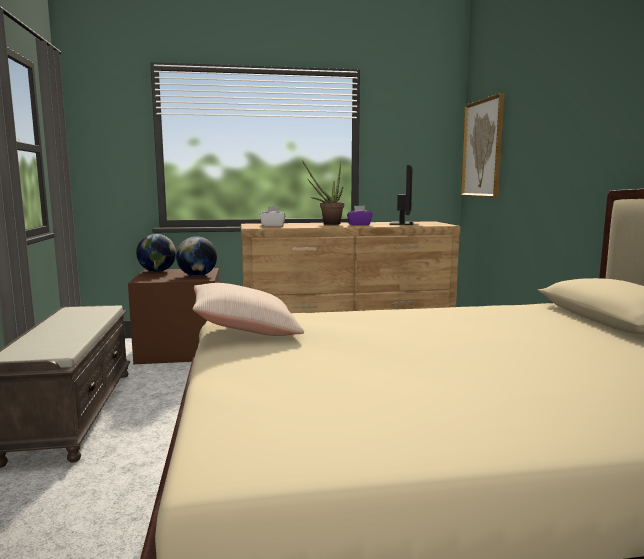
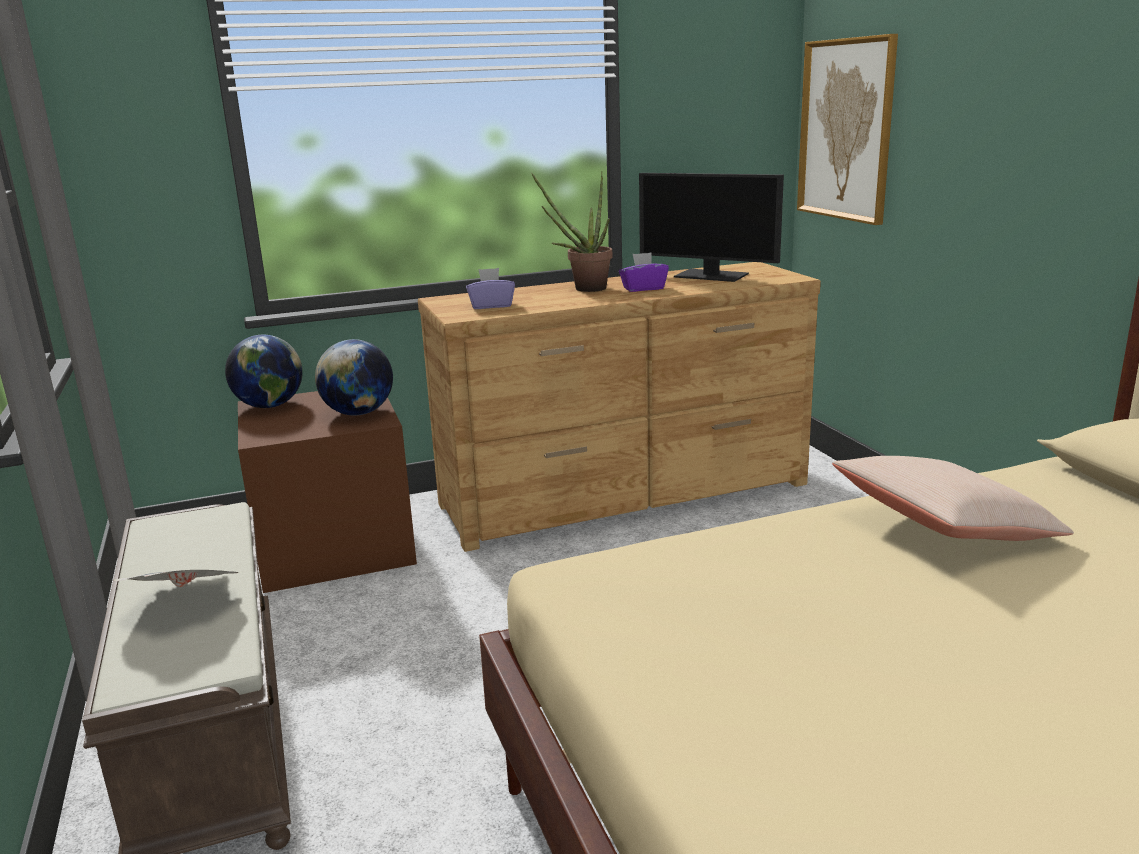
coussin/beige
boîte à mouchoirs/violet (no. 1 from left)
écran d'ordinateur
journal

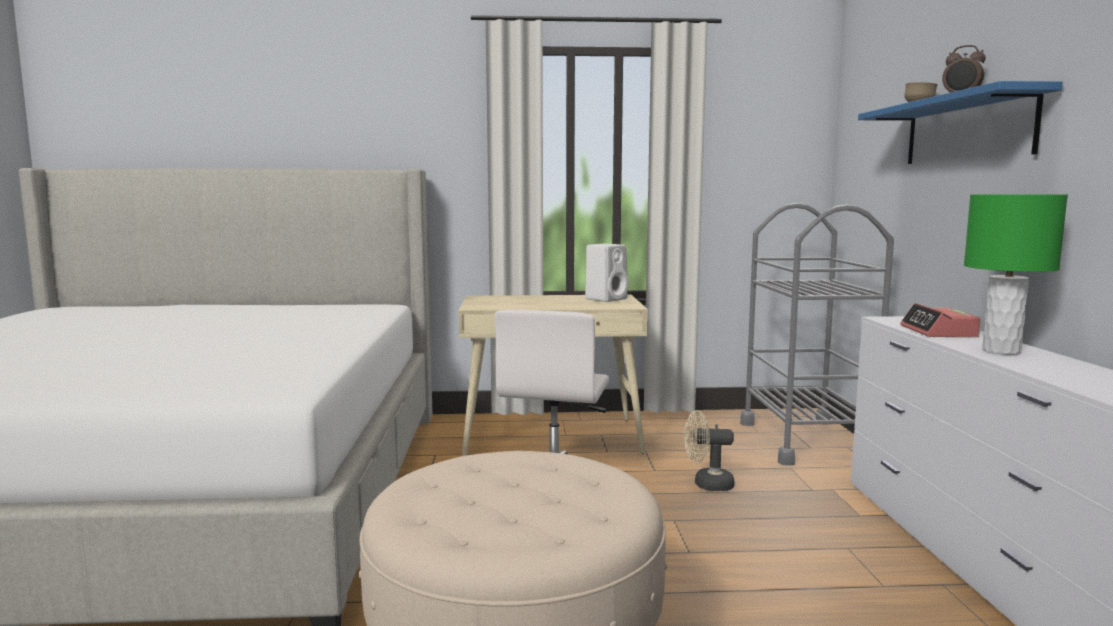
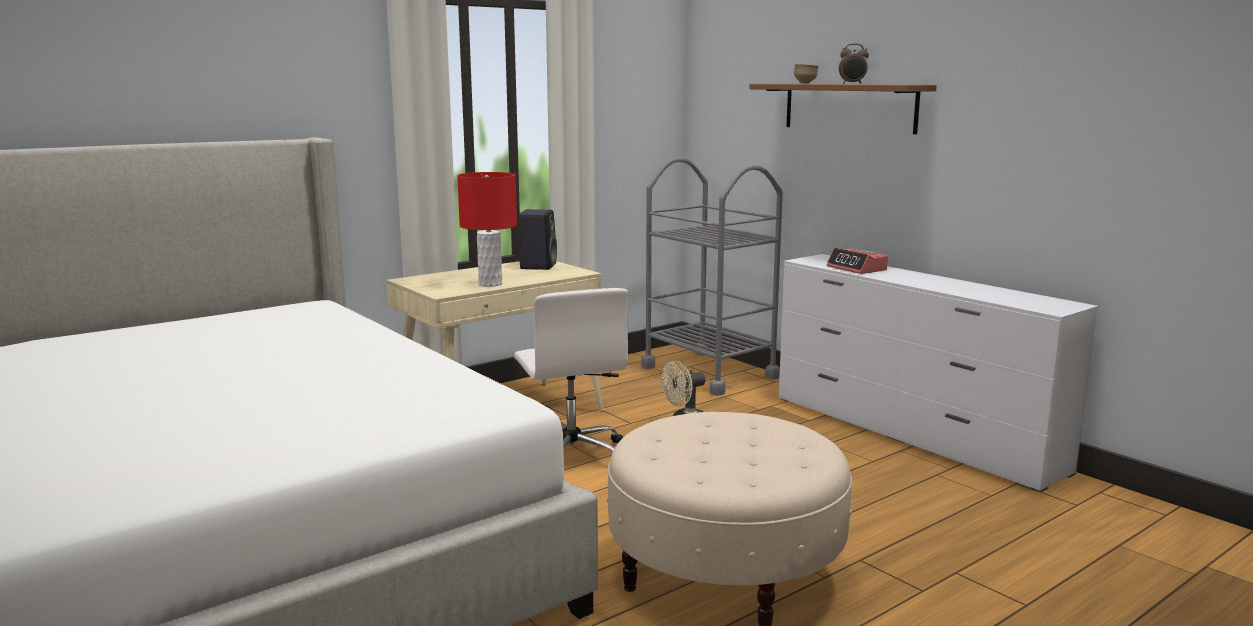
enceinte/noir
étagère/marron
lampe de table/vert
lampe de table/rouge

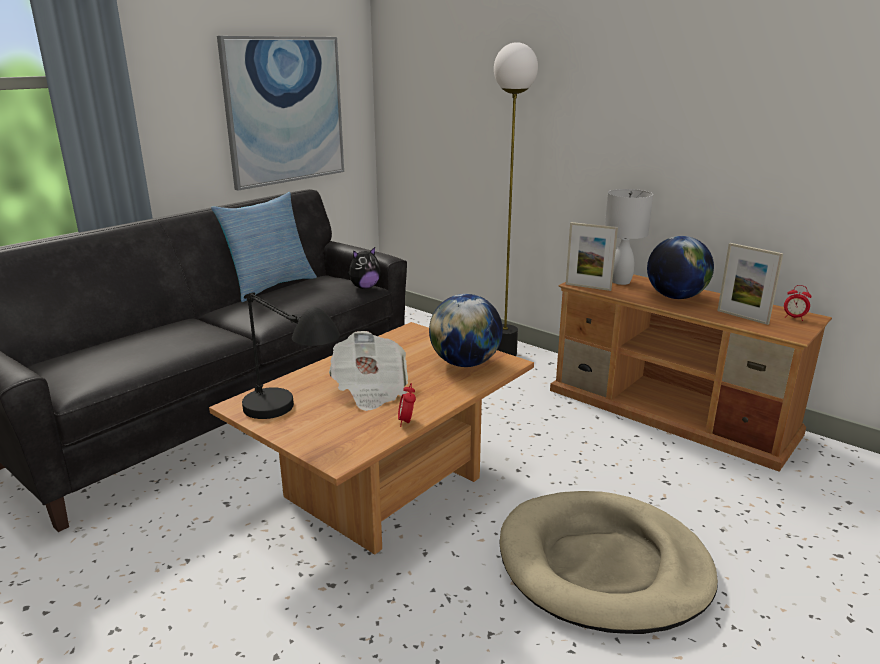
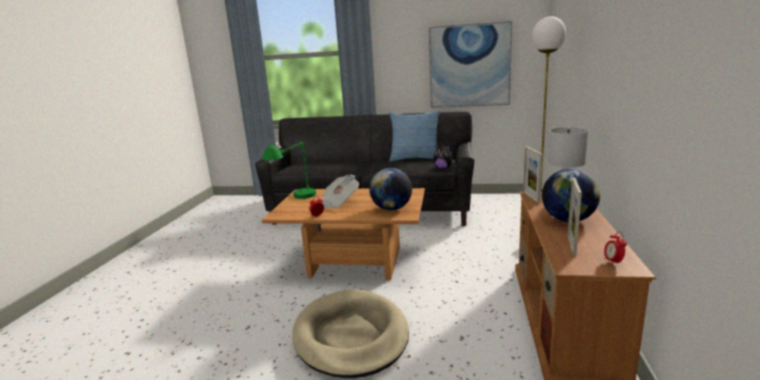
lampe de table/vert

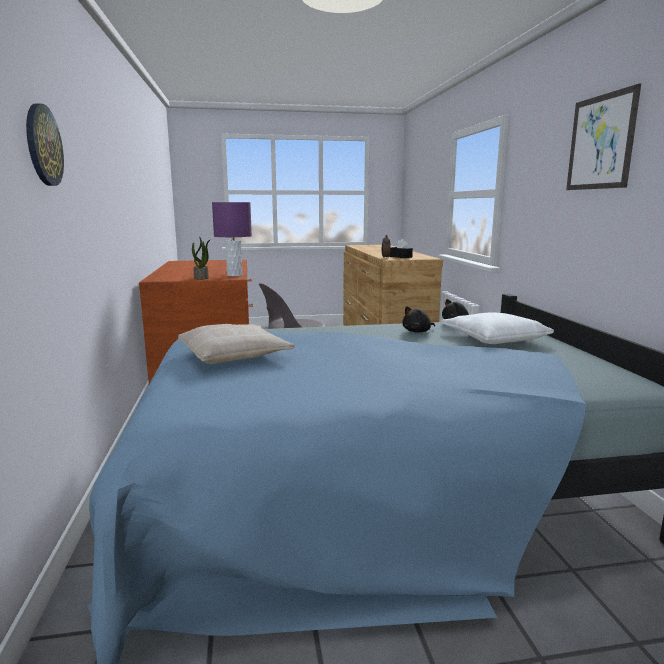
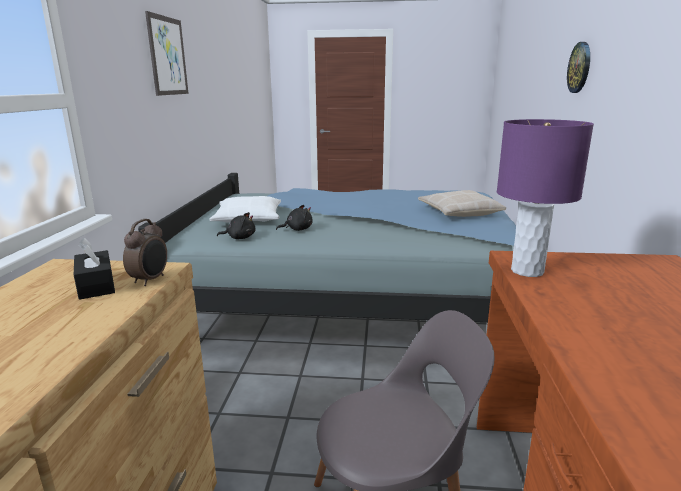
plante en pot

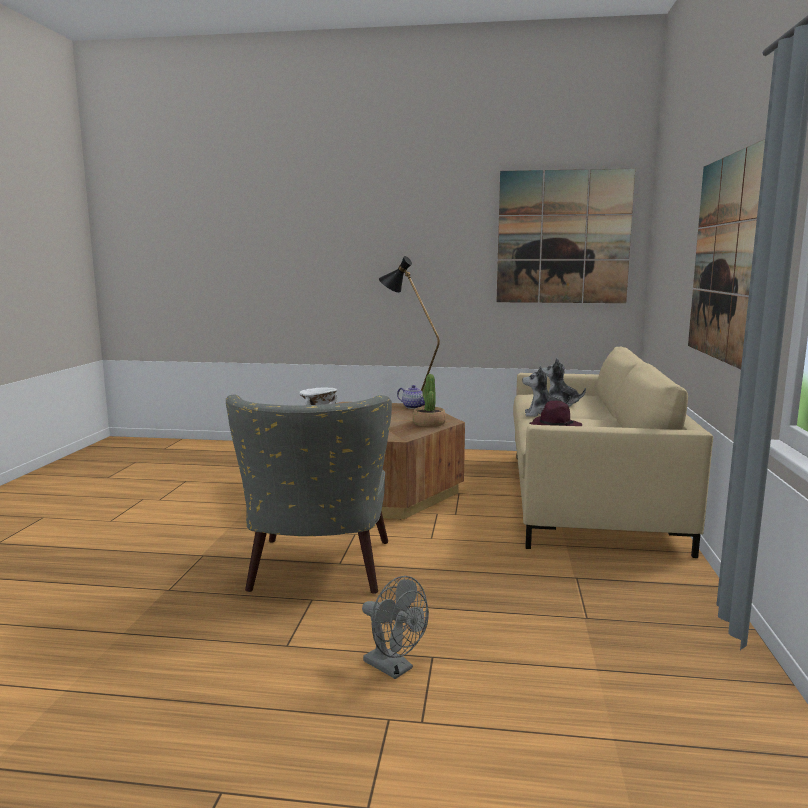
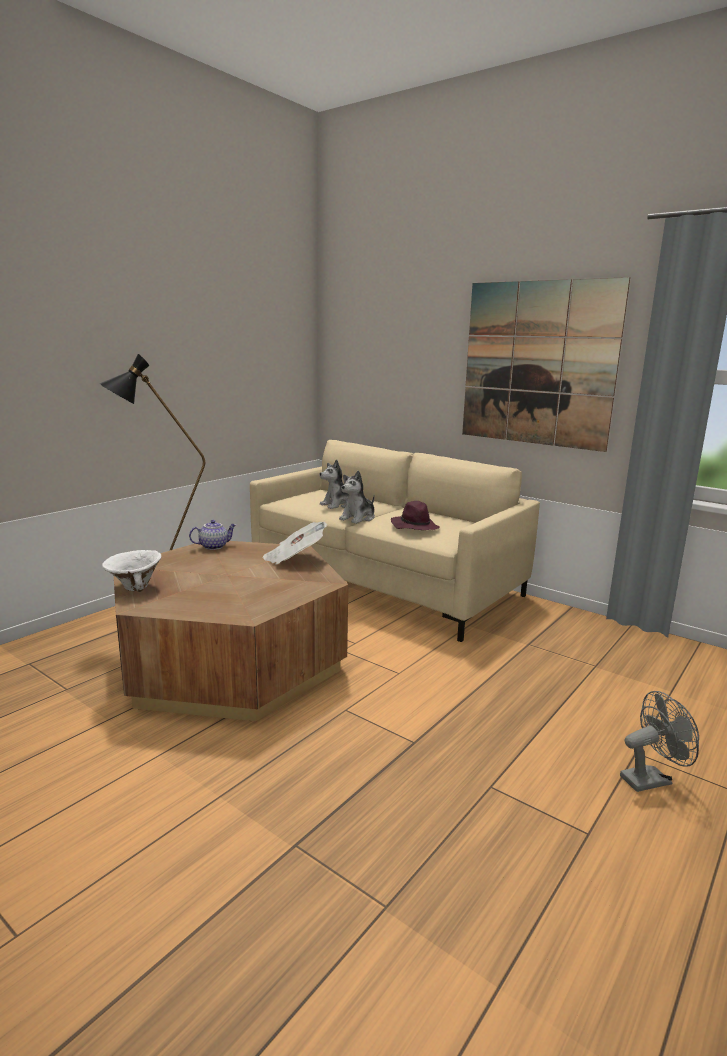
fauteuil/gris
journal
tableau (no. 1 from left in the first image)

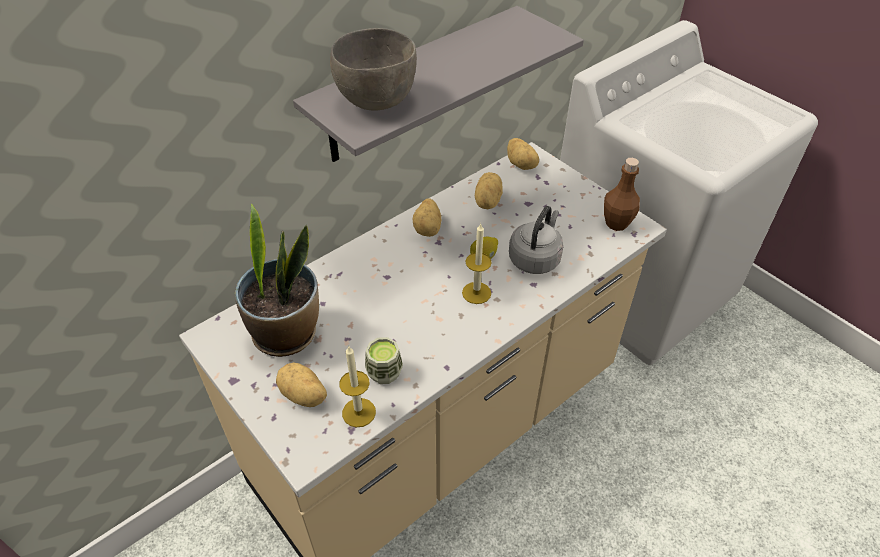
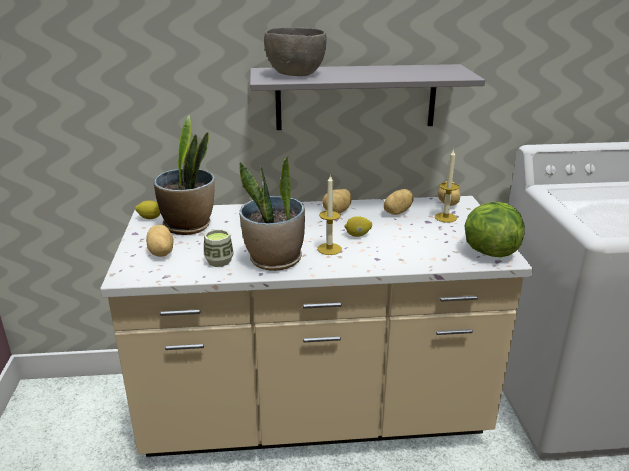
bougie (no. 2 from left)
bouilloire/gris
laitue
citron (no. 1 from left)
plante en pot (no. 2 from left)

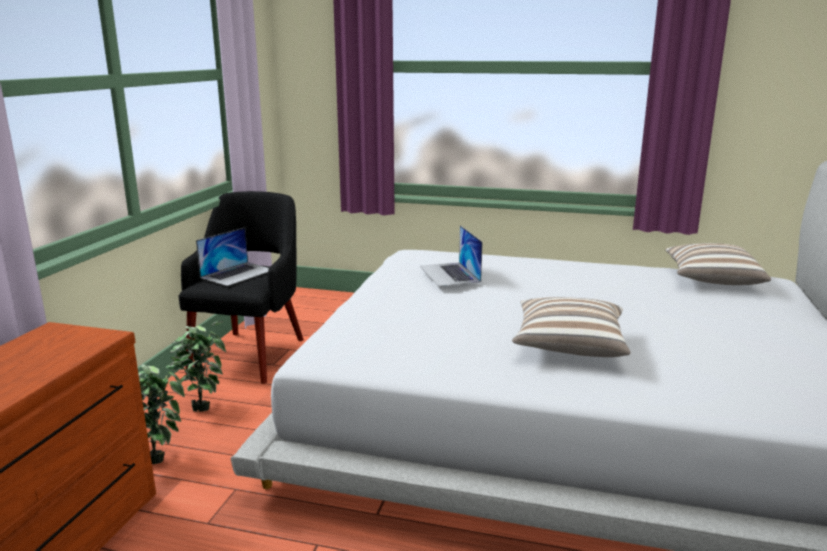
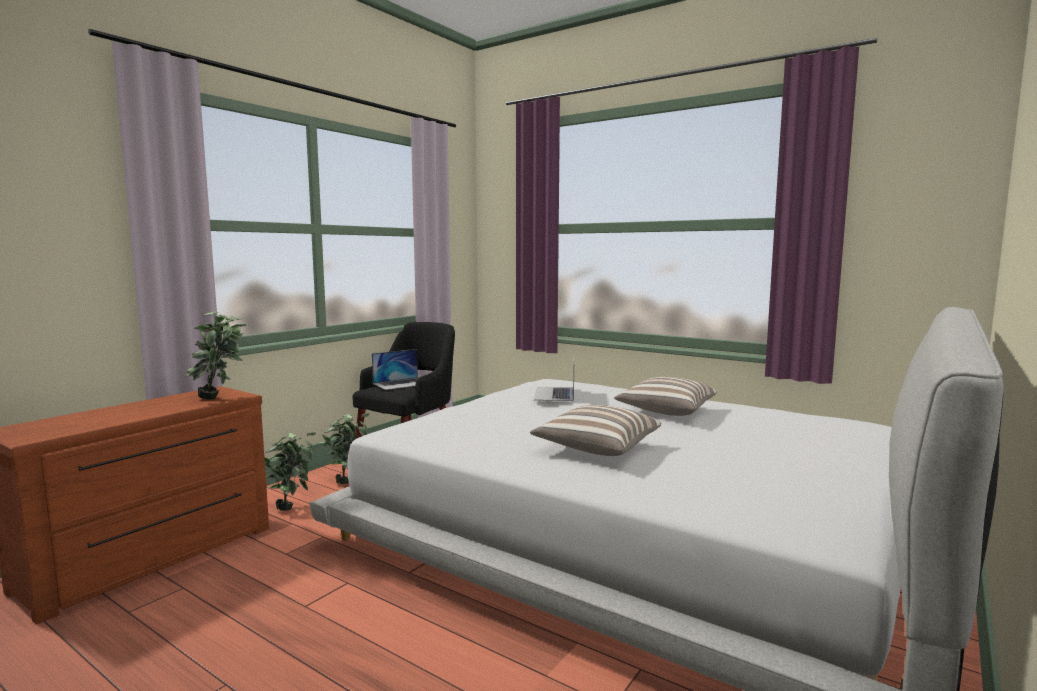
coussin (no. 2 from left)
plante en pot (no. 1 from left)

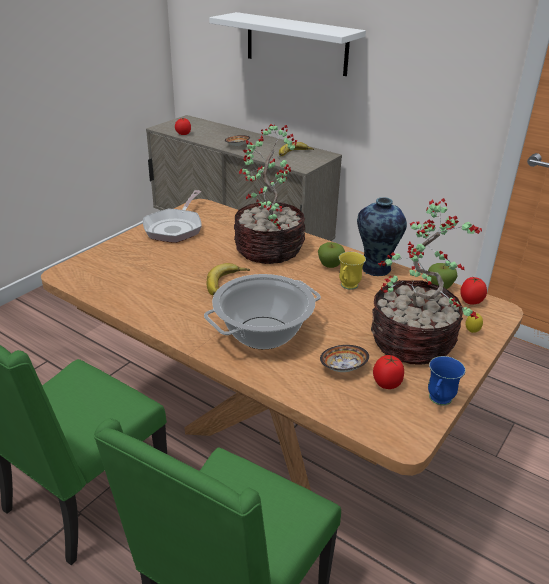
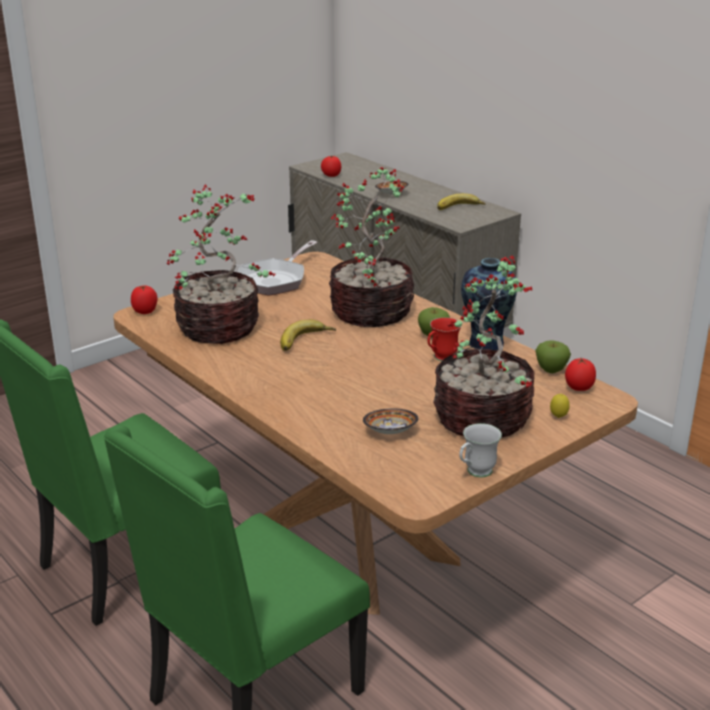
marmite
étagère/blanc
mug/rouge
tomate (no. 1 from left)
mug/blanc
plante en pot (no. 1 from left)

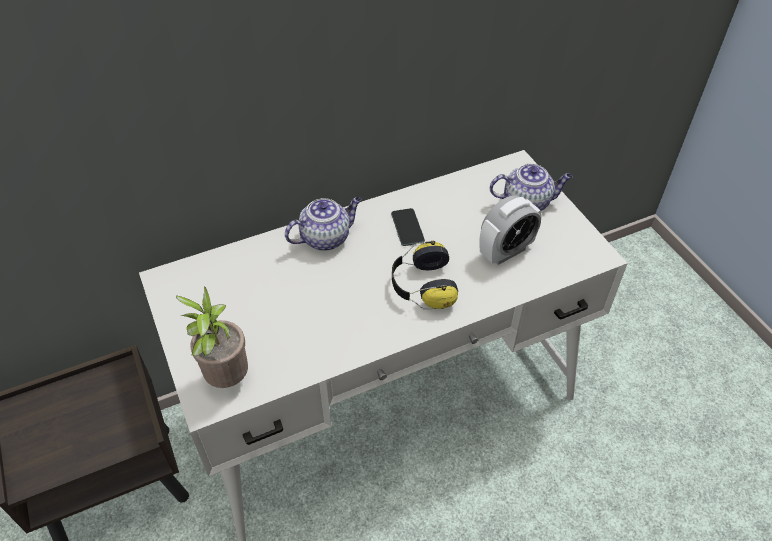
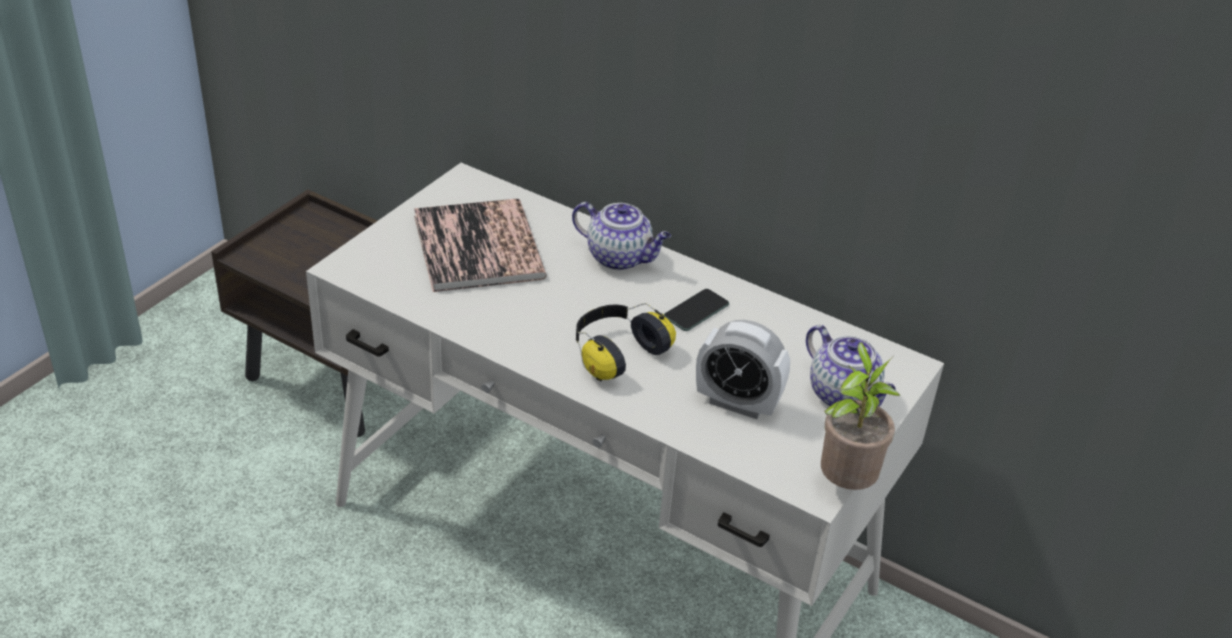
plante en pot
livre

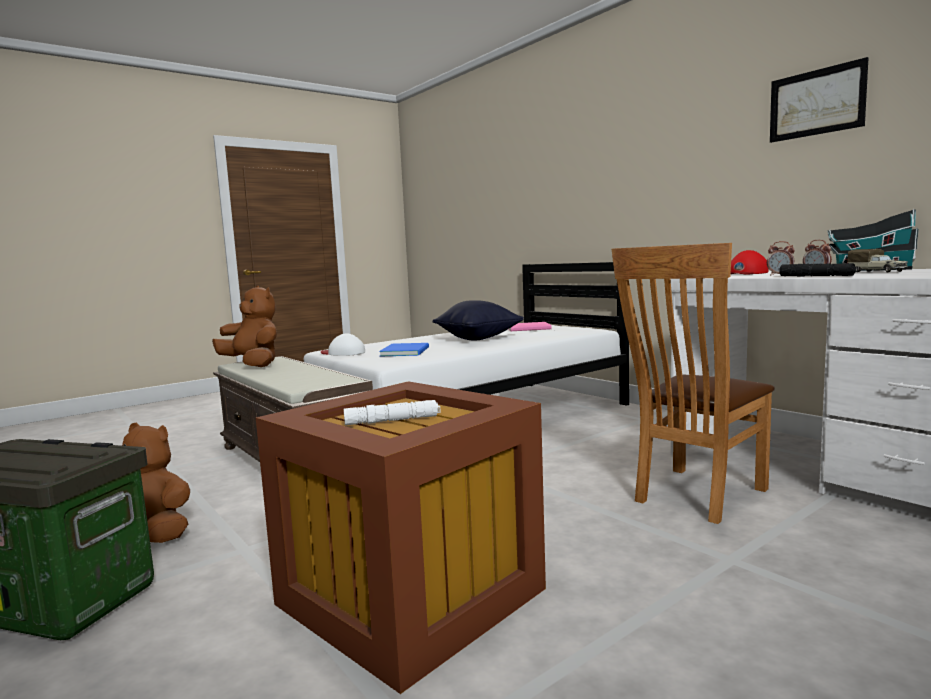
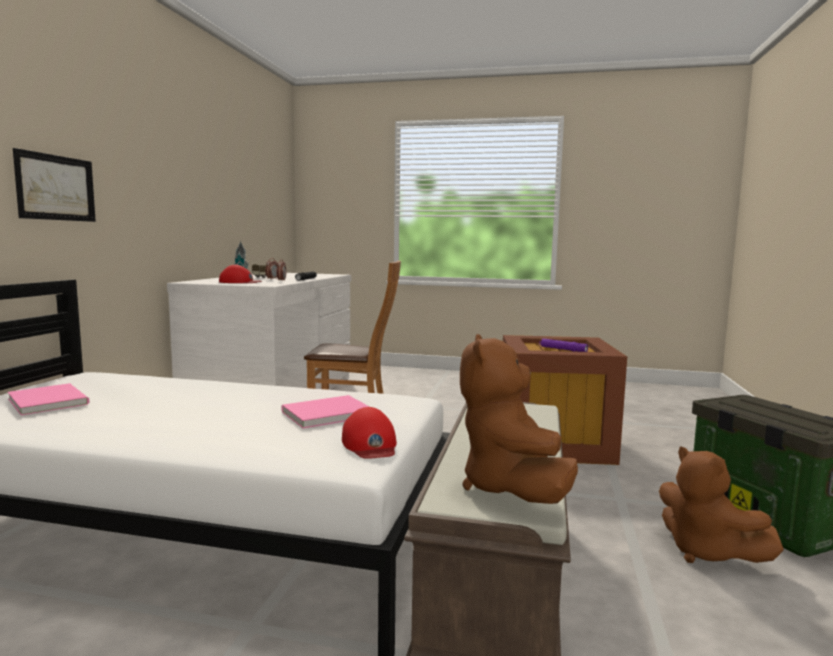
casquette/rouge (no. 2 from left)
lampe de poche/violet
livre/rose (no. 2 from left)
coussin/noir
tableau

